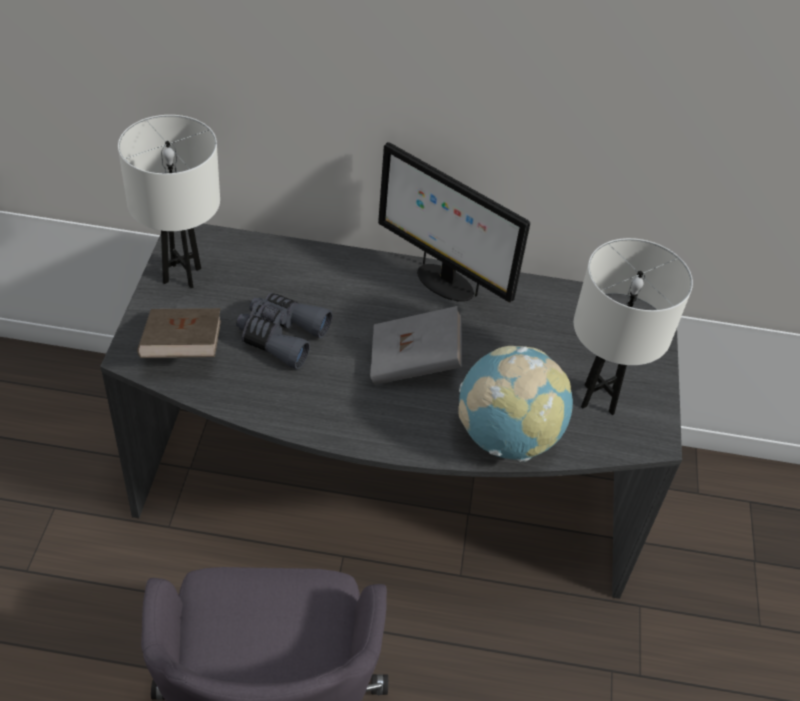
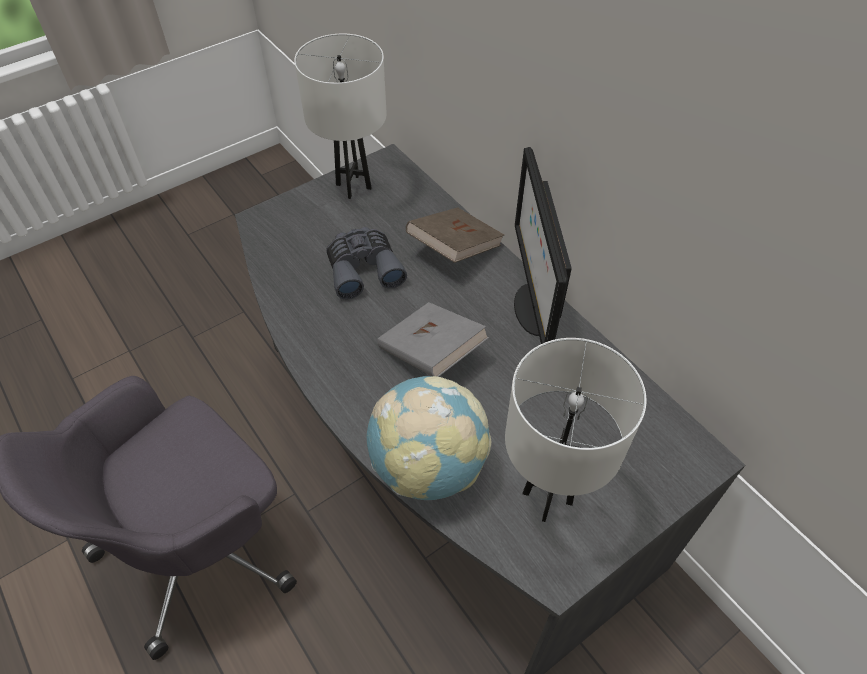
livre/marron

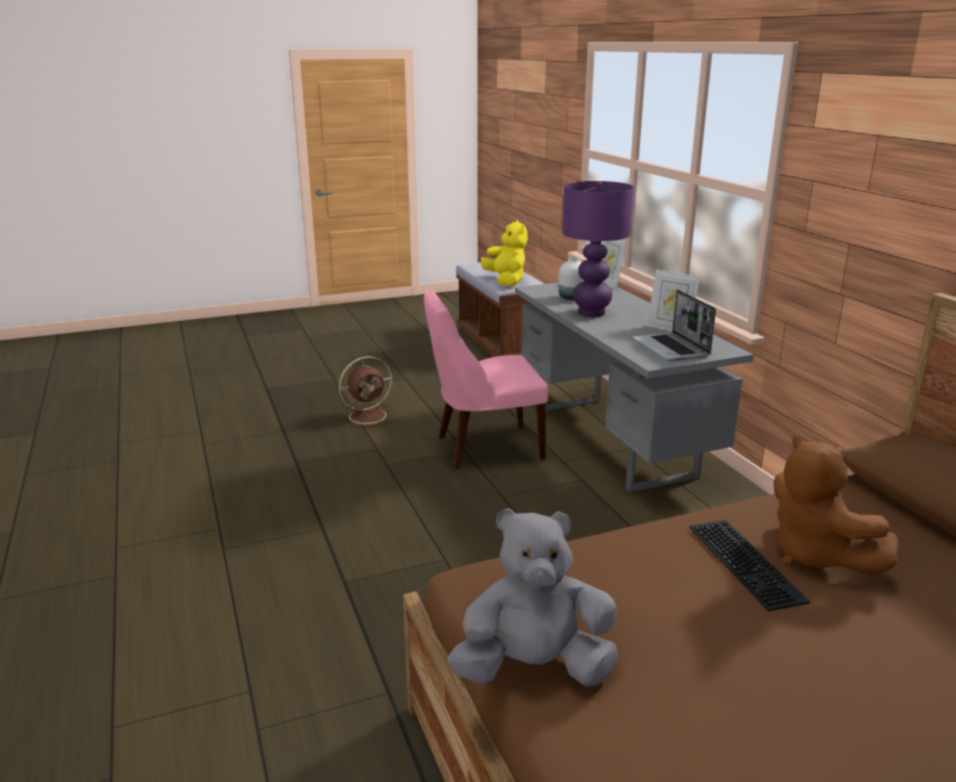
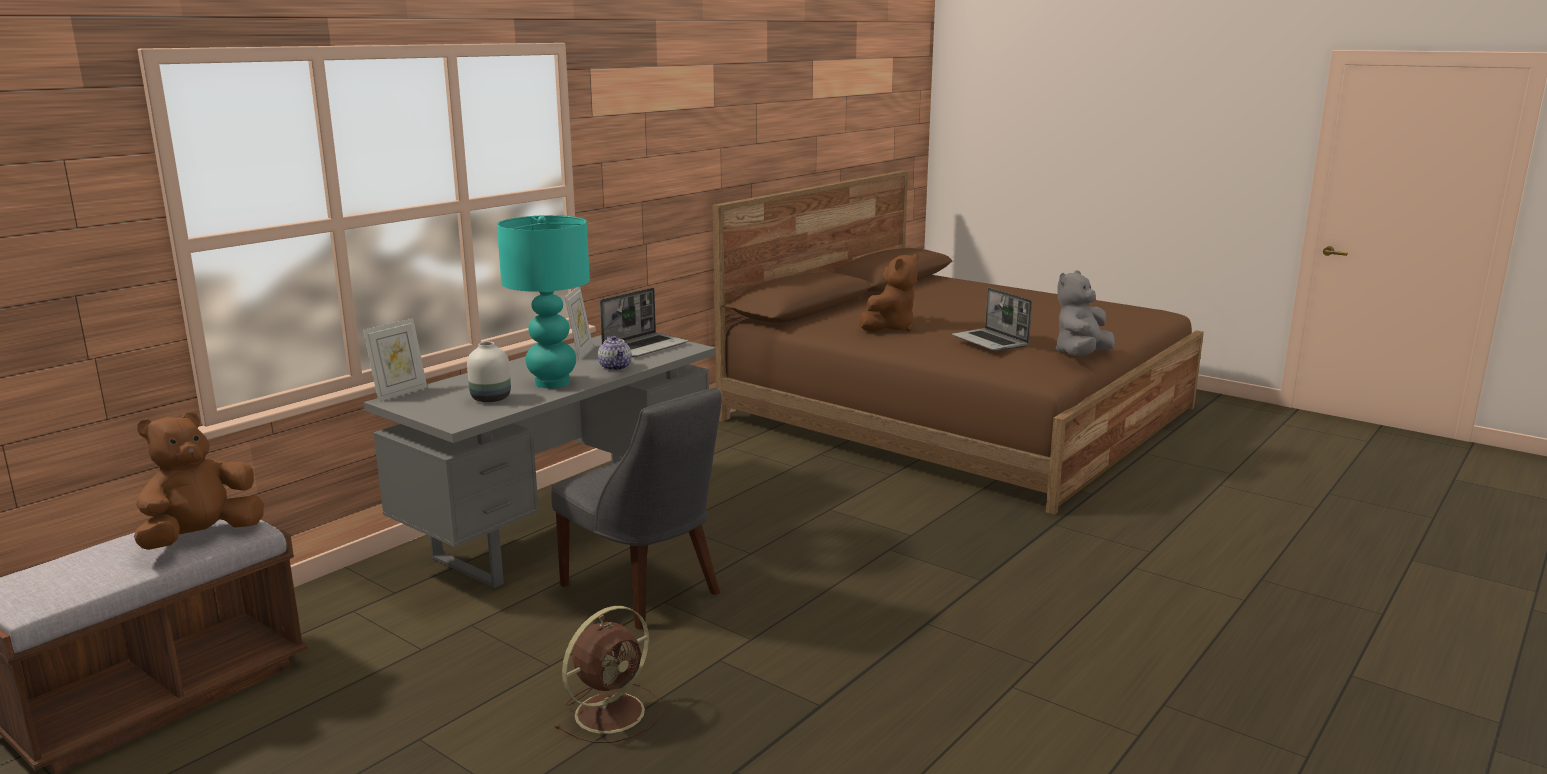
ventilateur/marron
chaise/gris
peluche/gris
peluche/marron (no. 1 from left)
lampe de table/turquoise
clavier
théière
ordinateur portable (no. 2 from left)

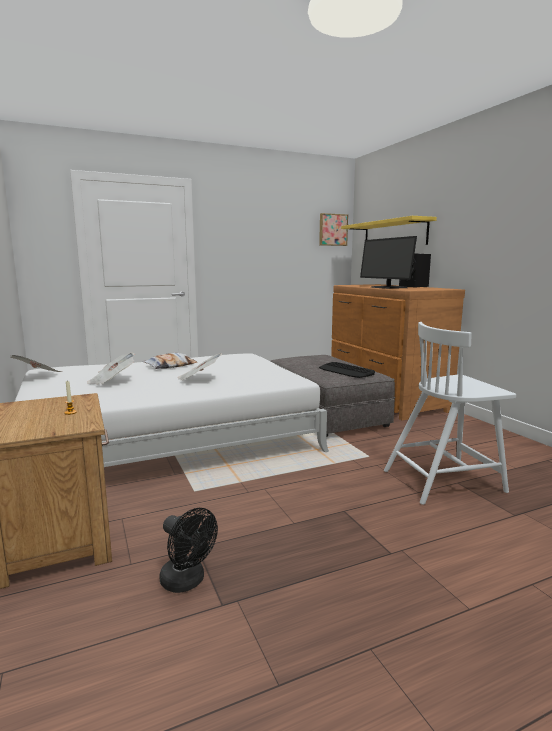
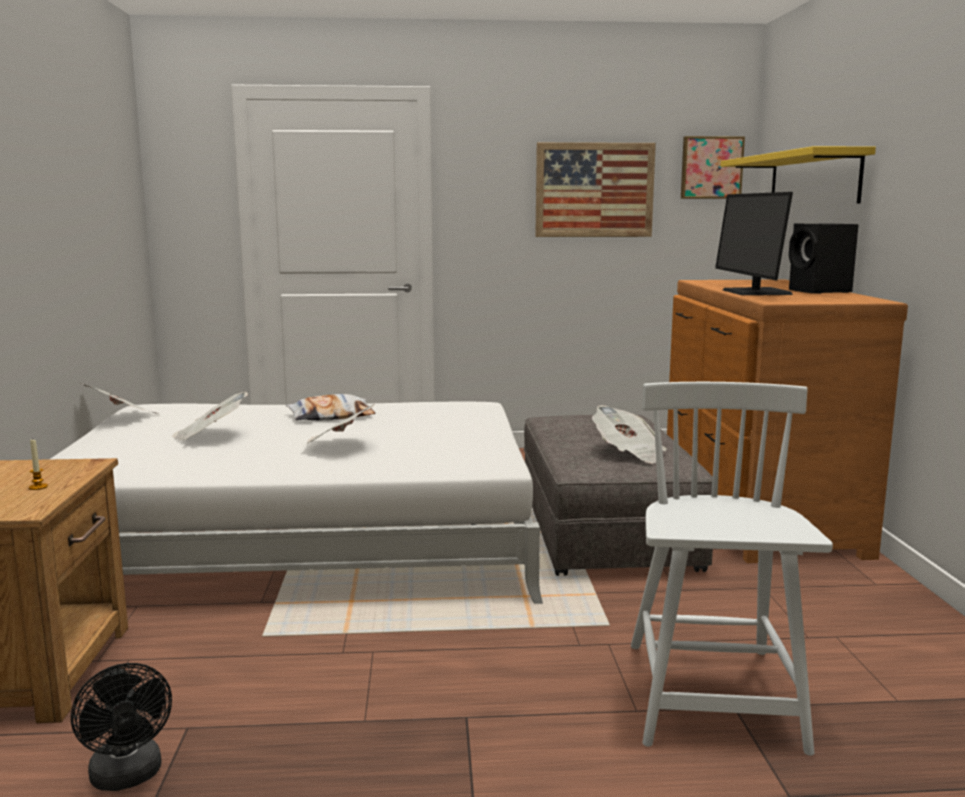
journal (no. 4 from left)
chaise/blanc
tableau (no. 1 from left)

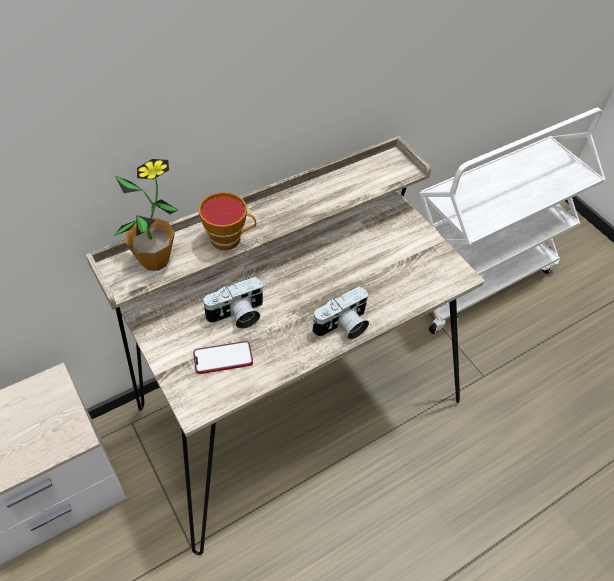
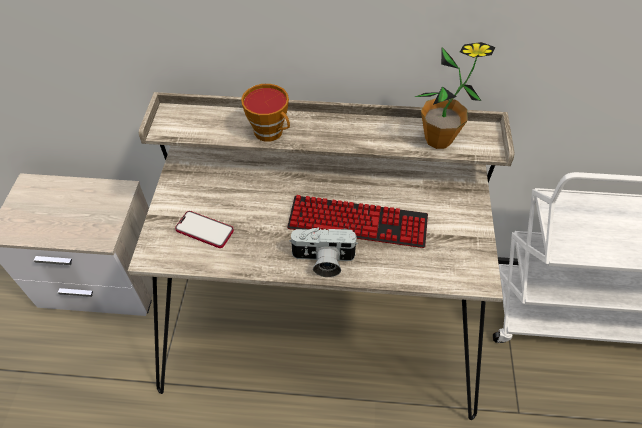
plante en pot
appareil photo (no. 1 from left in the first image)
clavier

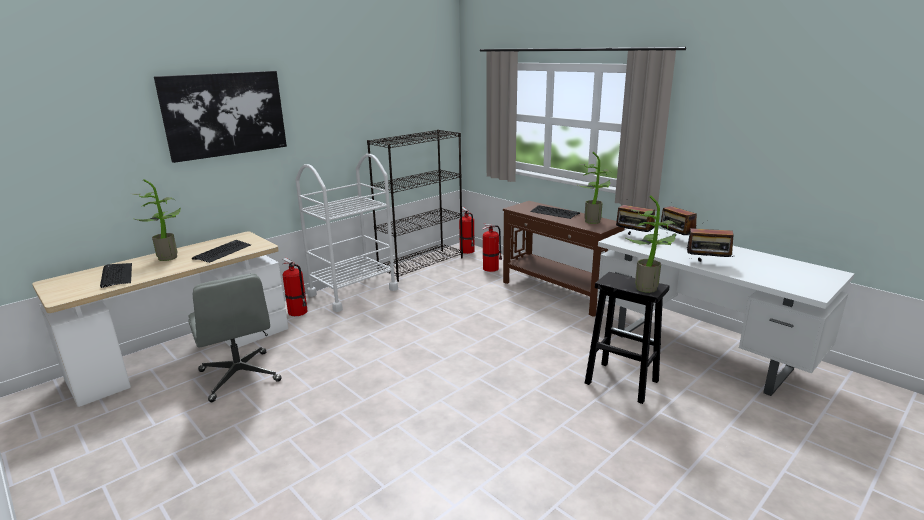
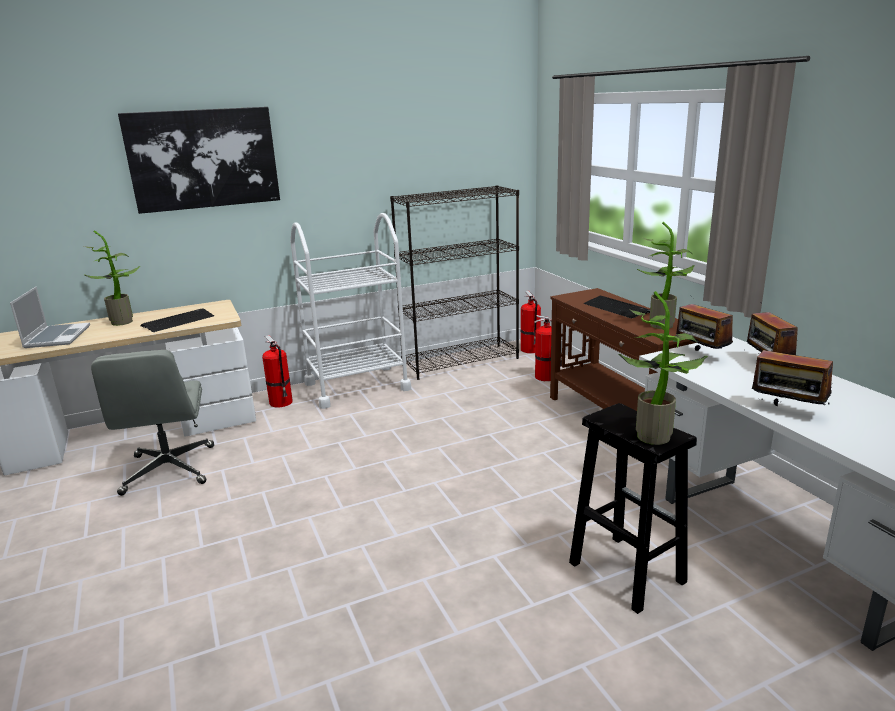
ordinateur portable

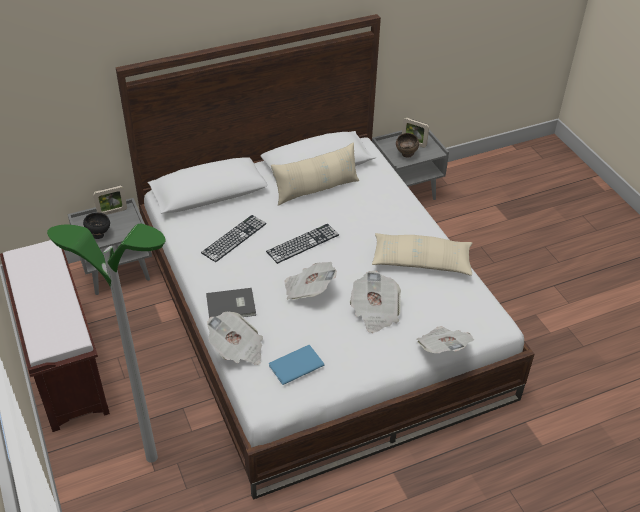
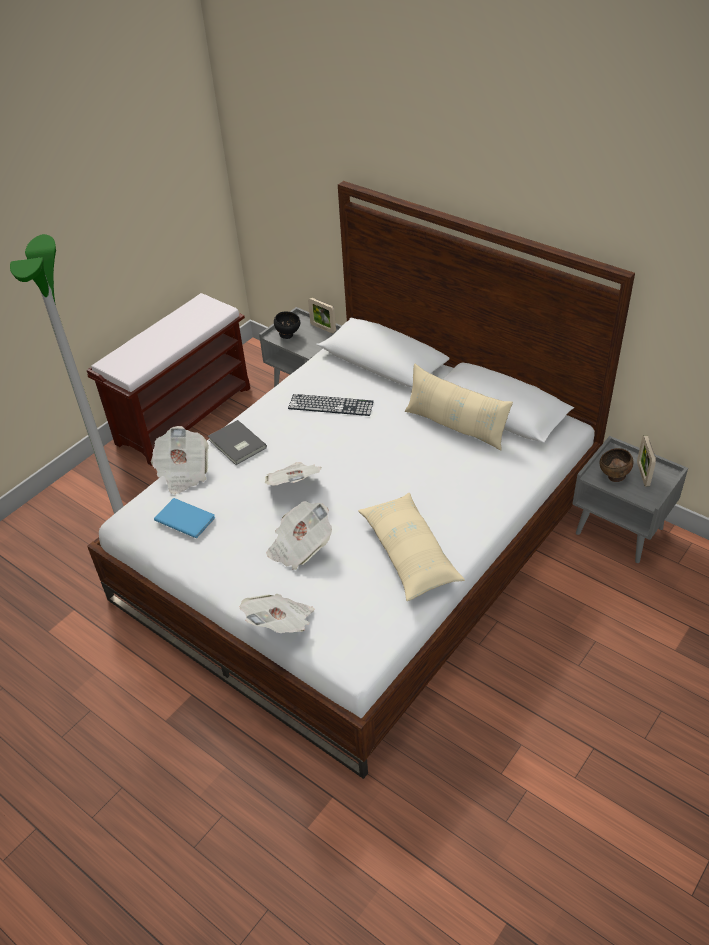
clavier (no. 2 from left in the first image)

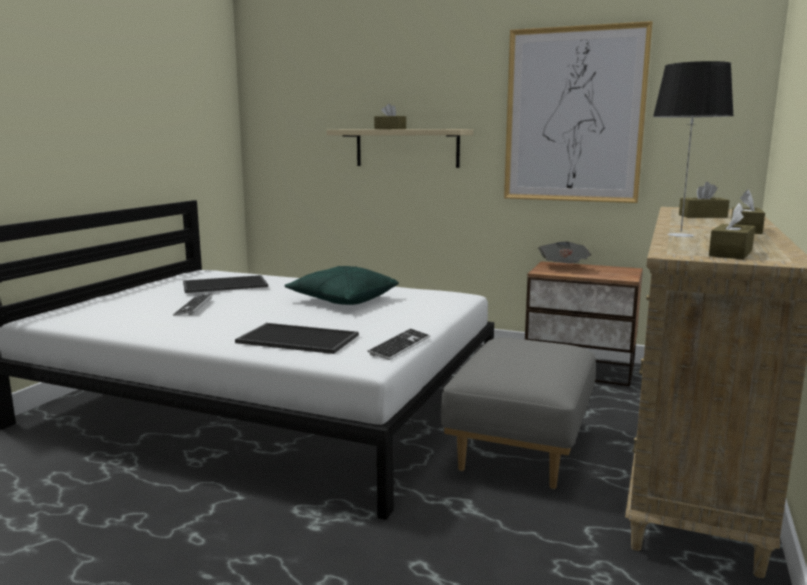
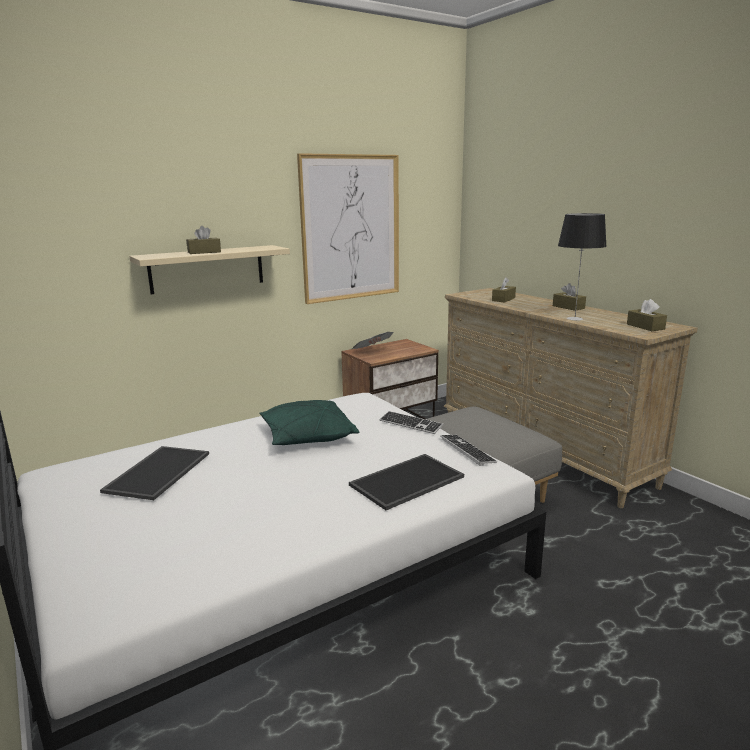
clavier (no. 1 from left)

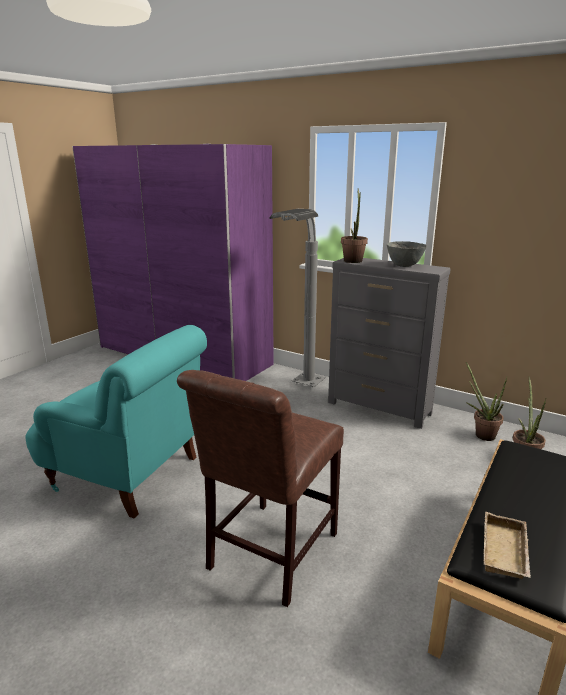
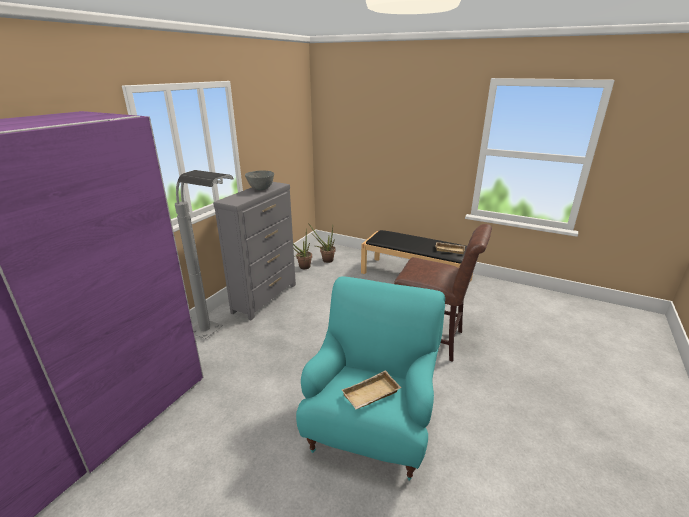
plante en pot (no. 1 from left in the first image)
plateau/beige (no. 1 from left)

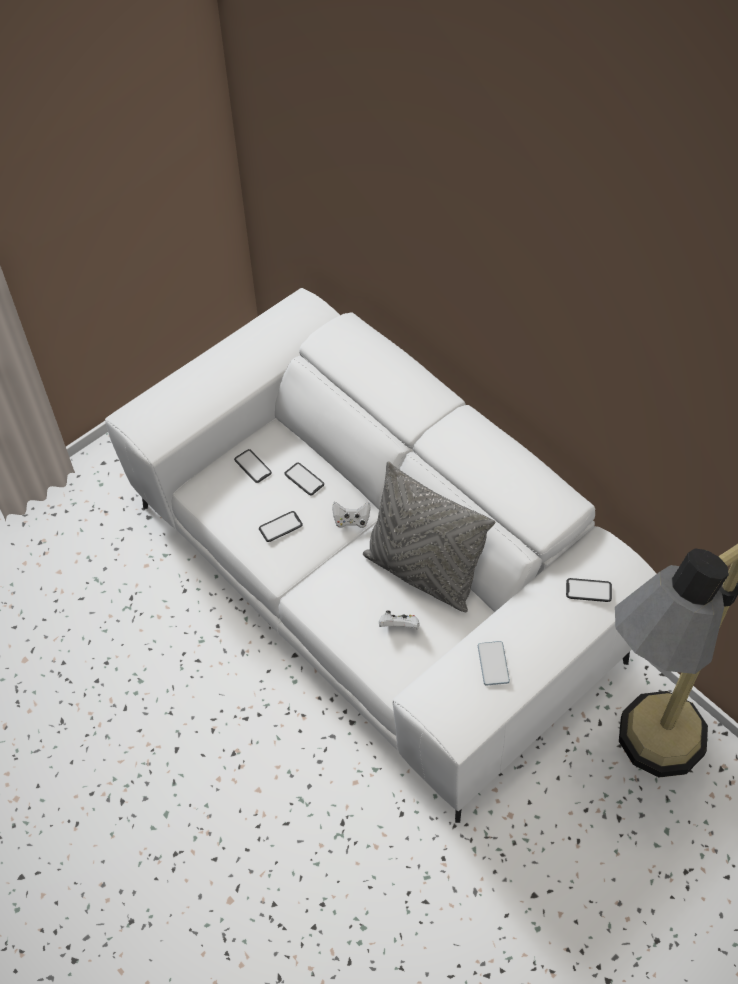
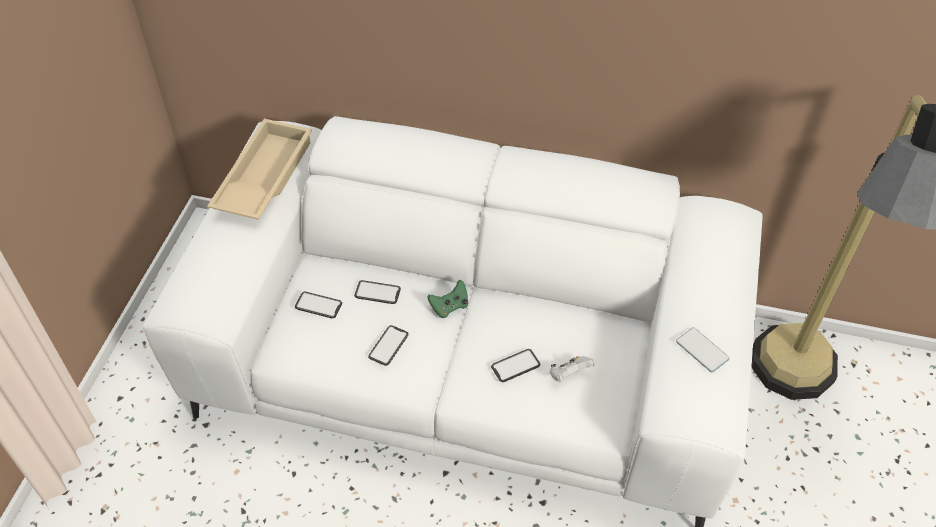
manette/vert
coussin/gris
téléphone (no. 4 from left)
plateau/beige

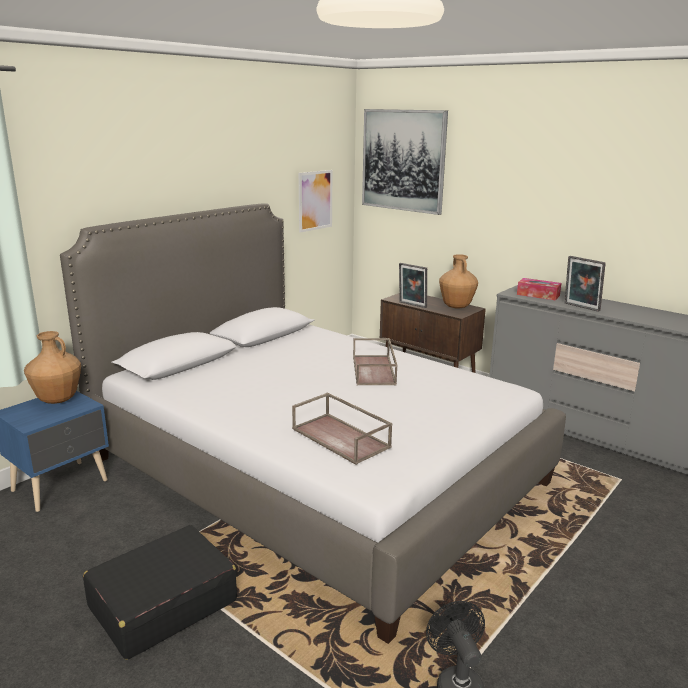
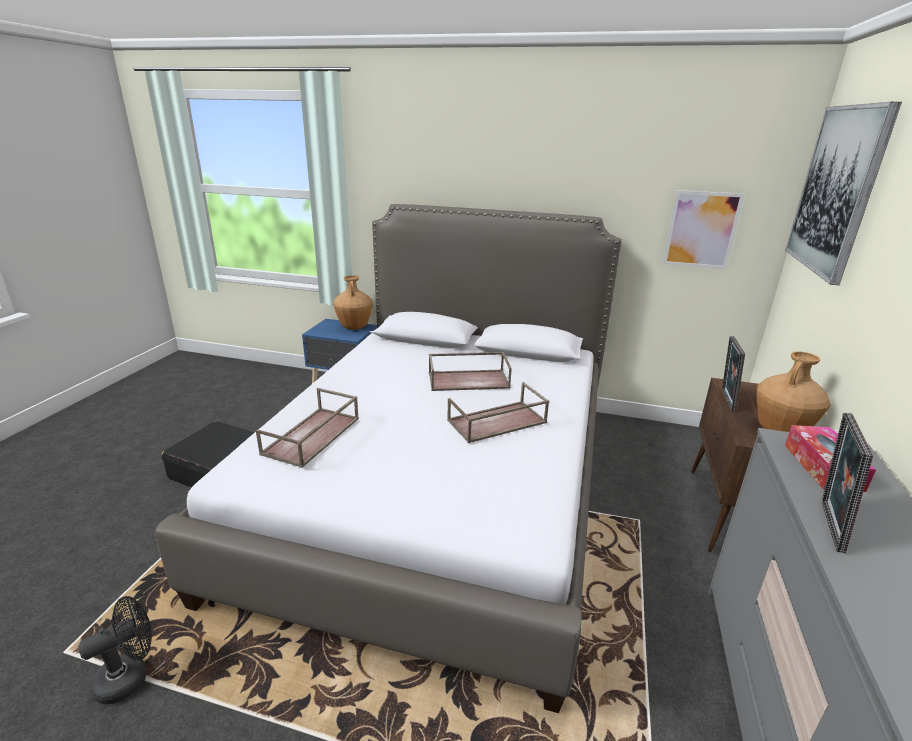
plateau/marron (no. 2 from left)

